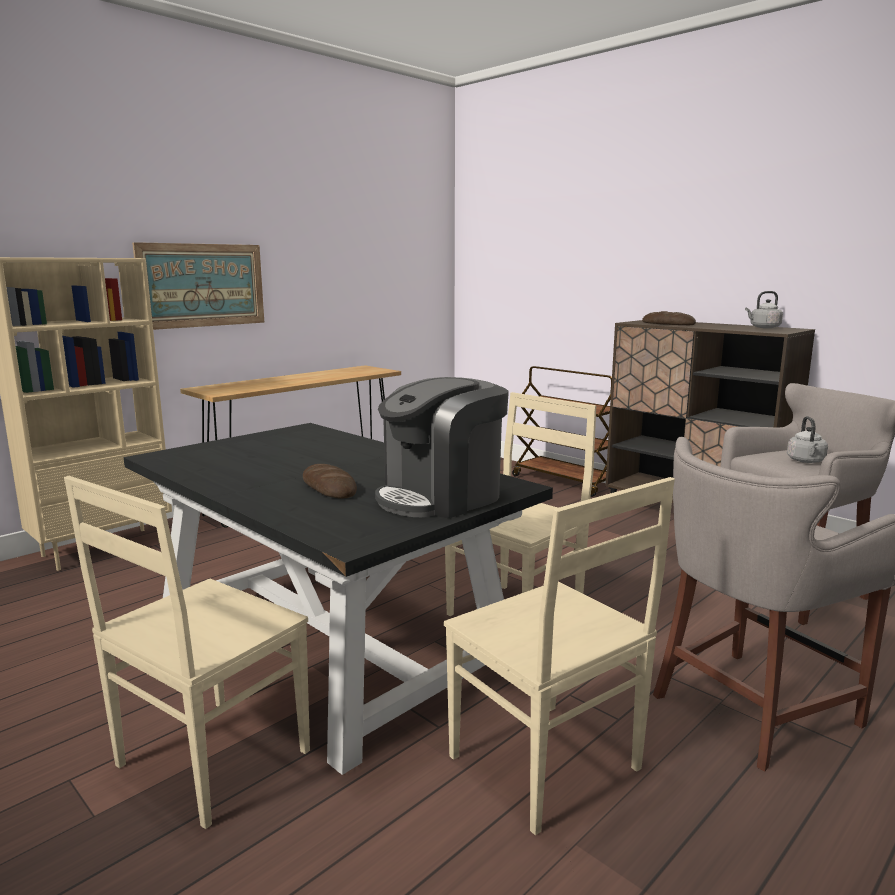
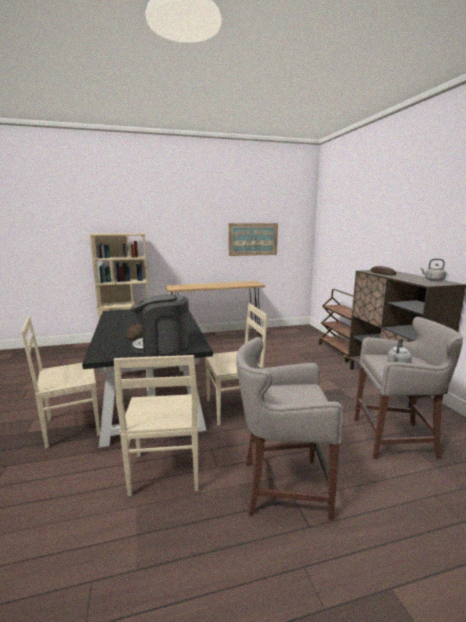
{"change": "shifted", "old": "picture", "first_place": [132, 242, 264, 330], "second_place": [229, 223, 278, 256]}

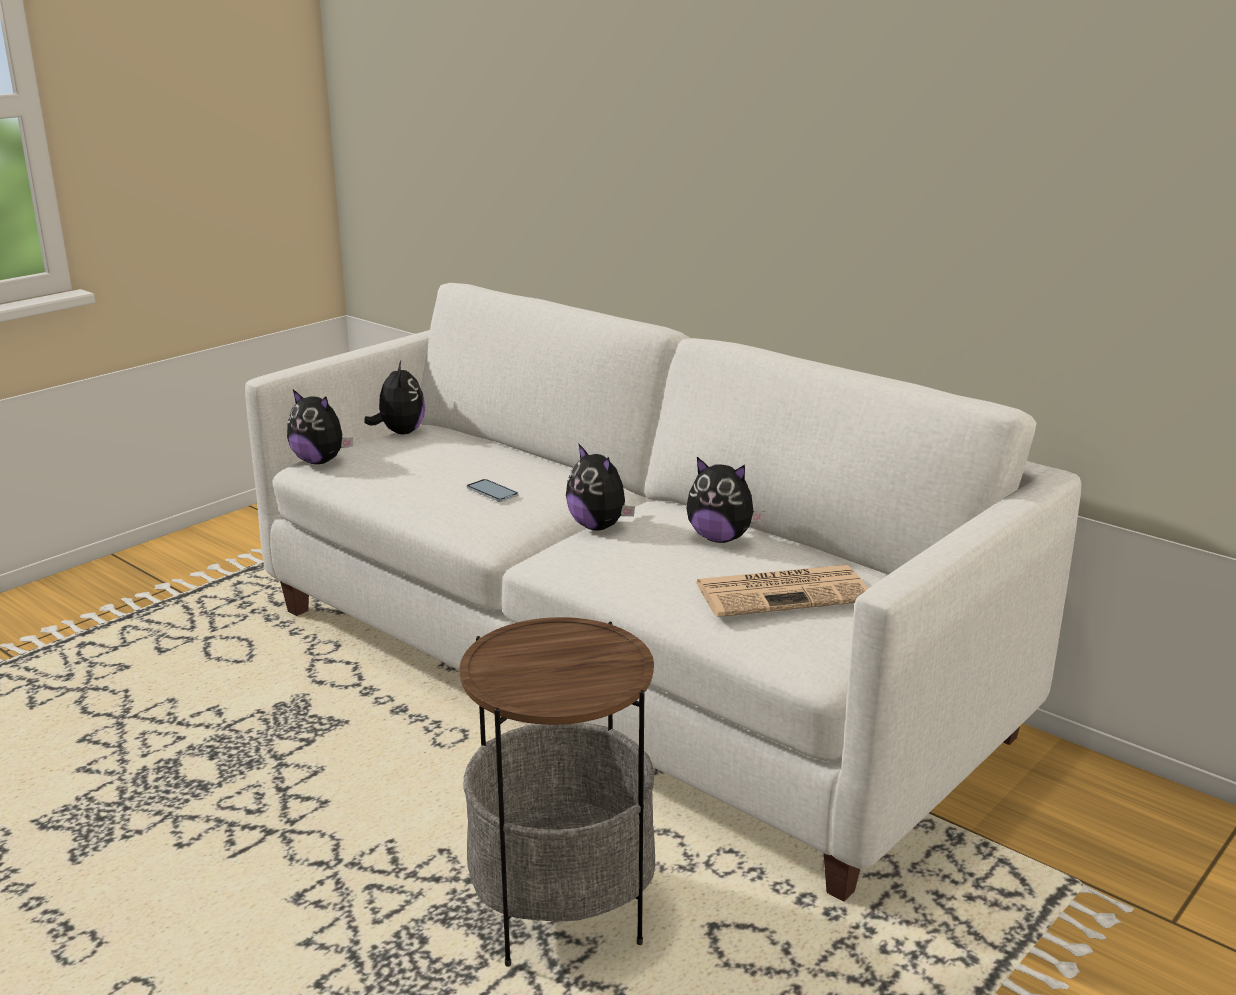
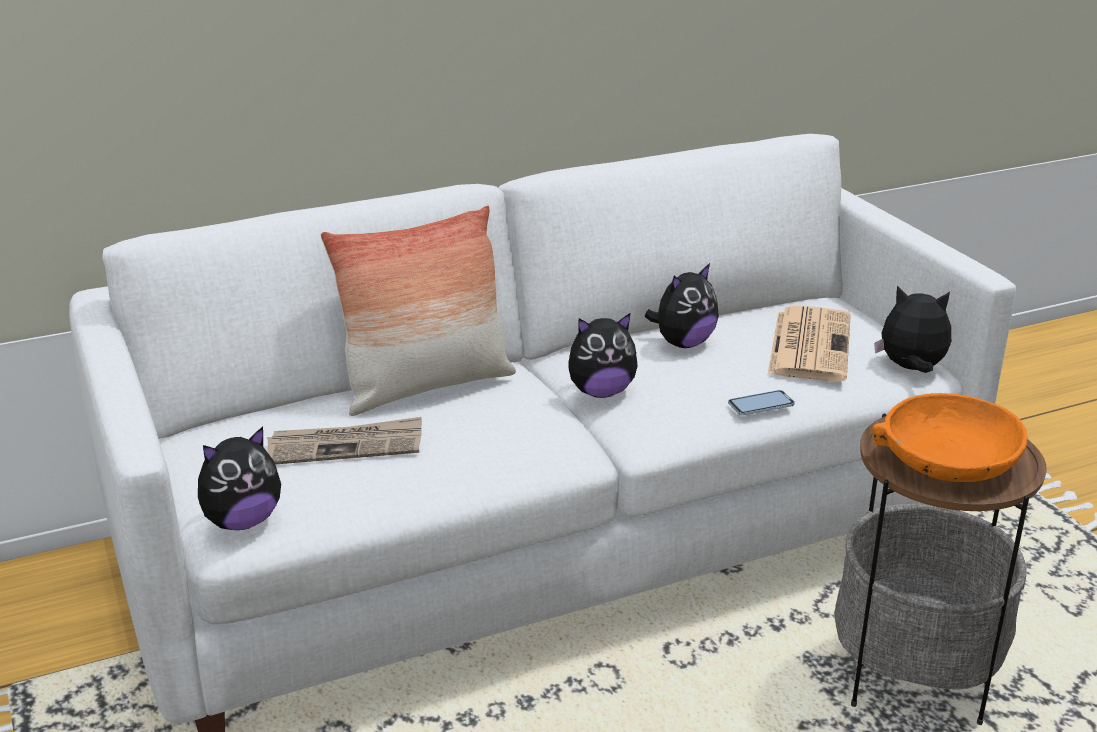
{"change": "new", "new": "newspaper", "second_place": [267, 417, 422, 464]}
{"change": "new", "new": "pillow", "second_place": [321, 206, 516, 416]}
{"change": "new", "new": "bowl (orange)", "second_place": [872, 393, 1028, 482]}
{"change": "shifted", "old": "plush toy", "first_place": [364, 361, 425, 434], "second_place": [874, 286, 951, 373]}
{"change": "shifted", "old": "phone", "first_place": [467, 479, 519, 502], "second_place": [728, 390, 795, 416]}

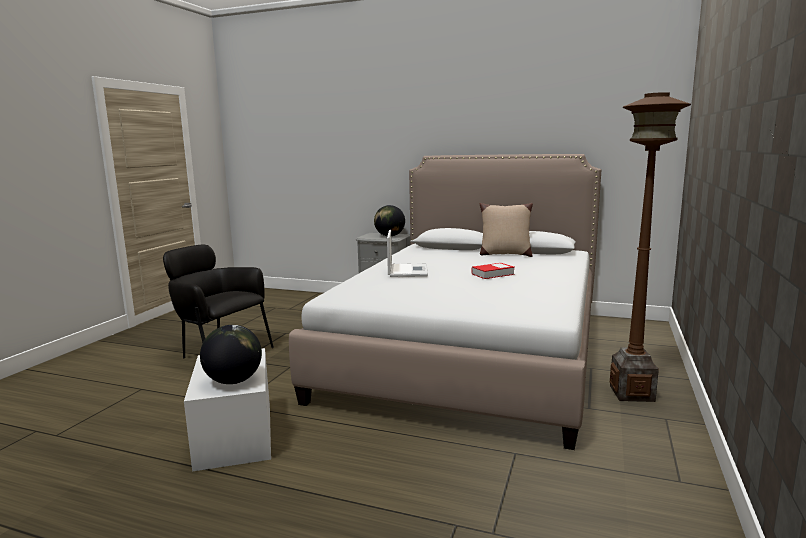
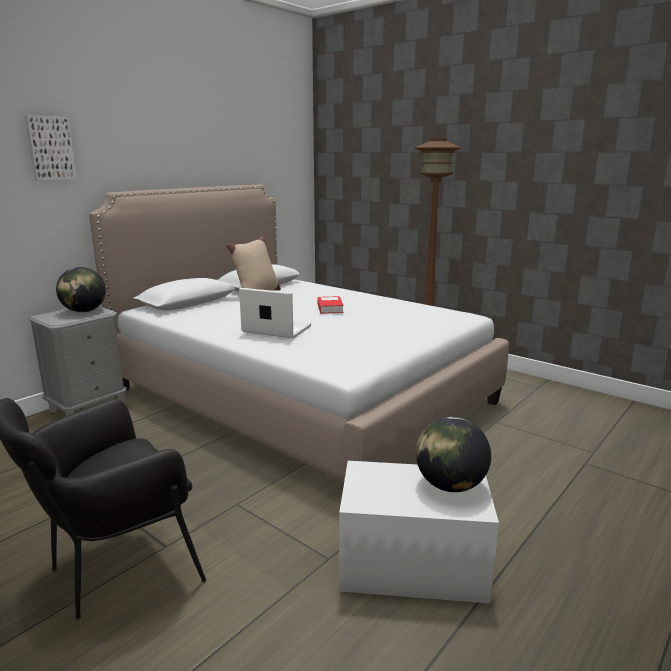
{"change": "new", "new": "picture", "second_place": [24, 115, 77, 181]}

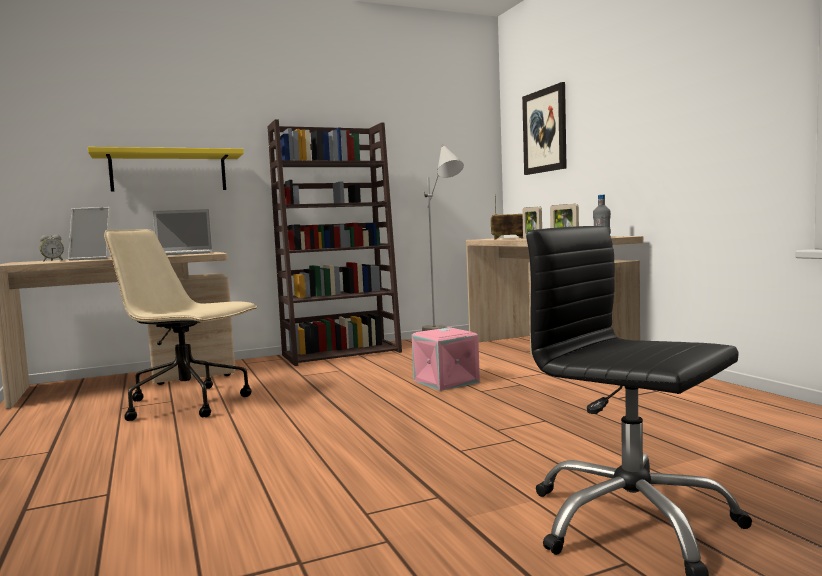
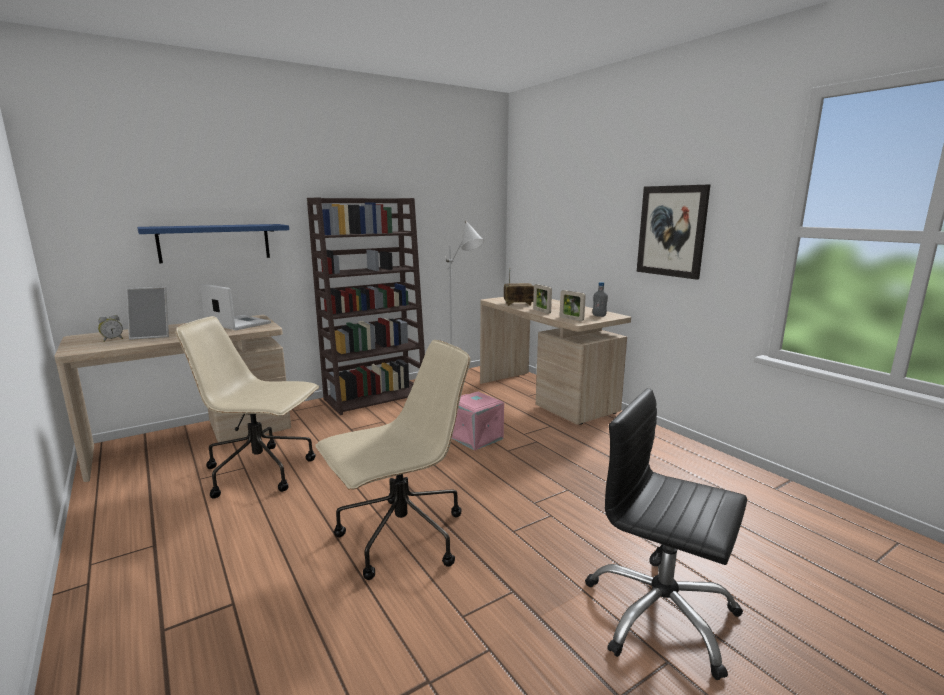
{"change": "new", "new": "office chair (beige)", "second_place": [315, 340, 471, 580]}
{"change": "shifted", "old": "picture", "first_place": [522, 82, 567, 175], "second_place": [637, 185, 710, 280]}
{"change": "repainted", "old": "shelf (yellow)", "new": "shelf (blue)", "first_place": [88, 147, 244, 192], "second_place": [137, 224, 289, 263]}
{"change": "rotated", "old": "laptop", "first_place": [153, 209, 212, 255], "second_place": [200, 284, 271, 330], "degrees": -120}

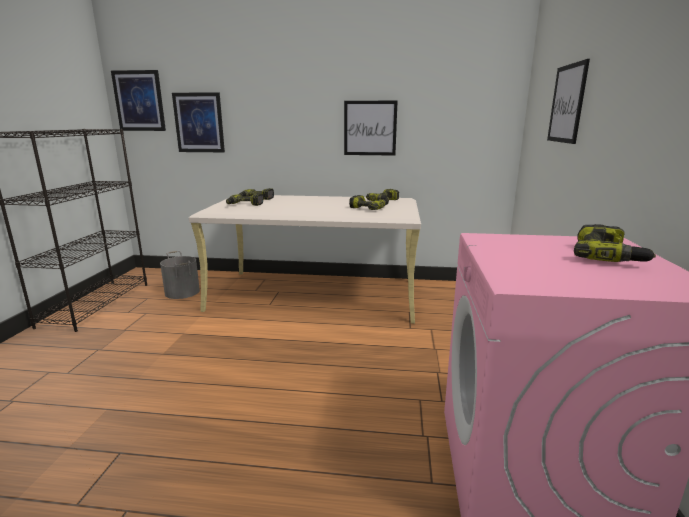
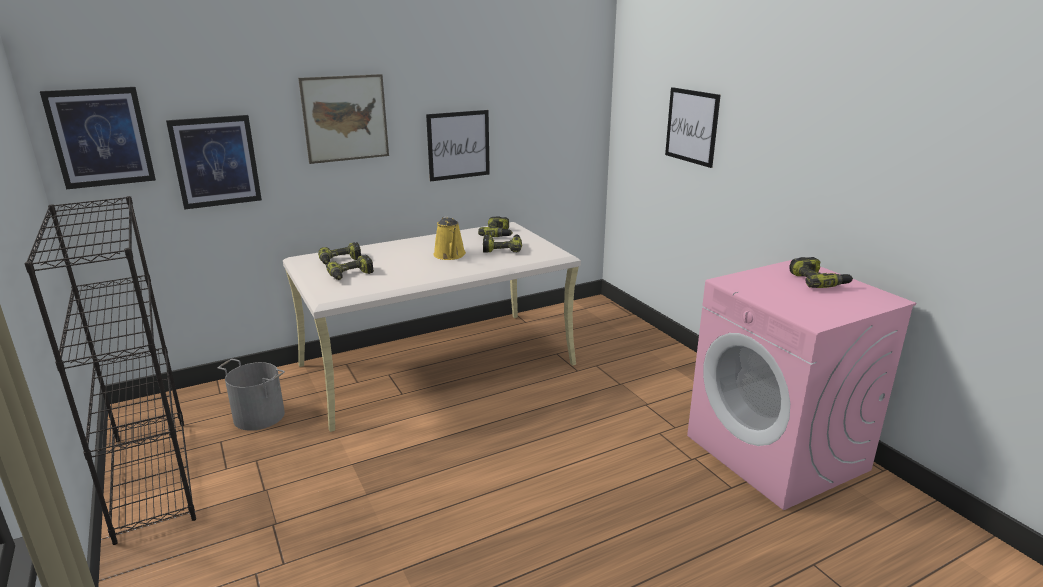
{"change": "new", "new": "picture", "second_place": [298, 74, 389, 164]}
{"change": "new", "new": "watering can (yellow)", "second_place": [433, 216, 466, 260]}

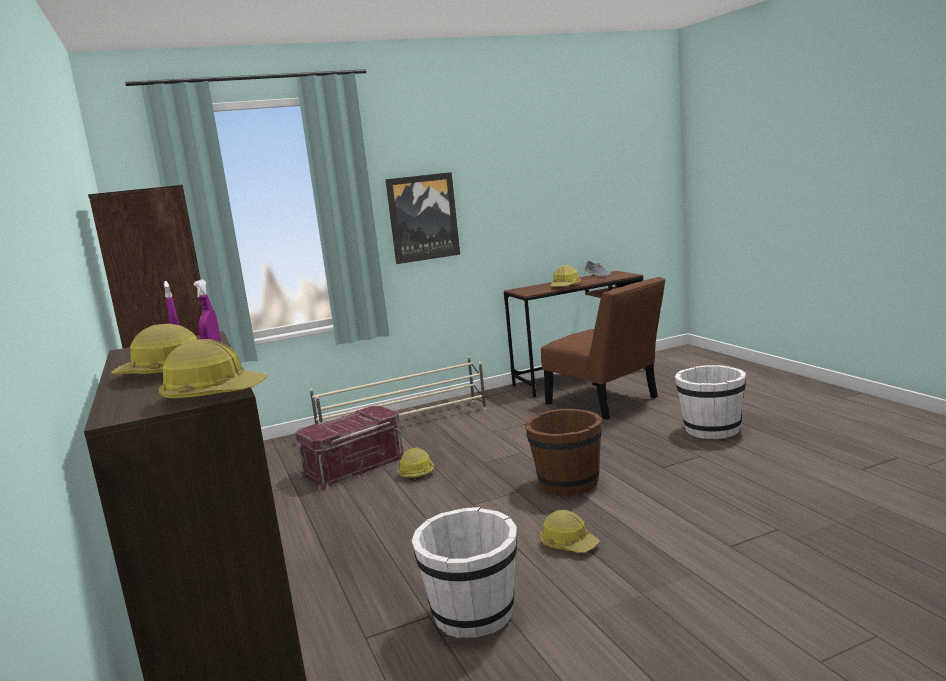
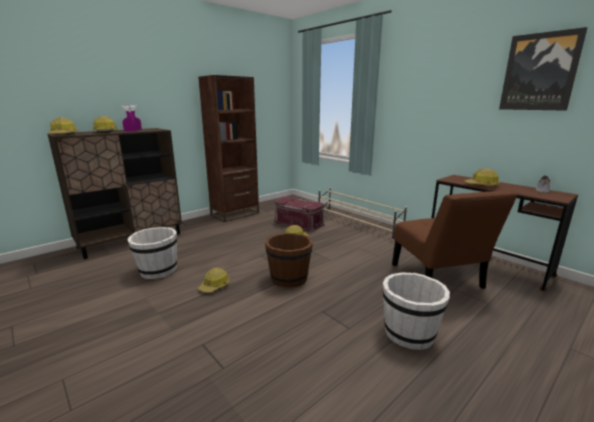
{"change": "shifted", "old": "picture", "first_place": [385, 172, 460, 264], "second_place": [499, 27, 588, 111]}
{"change": "rotated", "old": "chair (brown)", "first_place": [541, 277, 665, 420], "second_place": [392, 190, 518, 289], "degrees": -45}

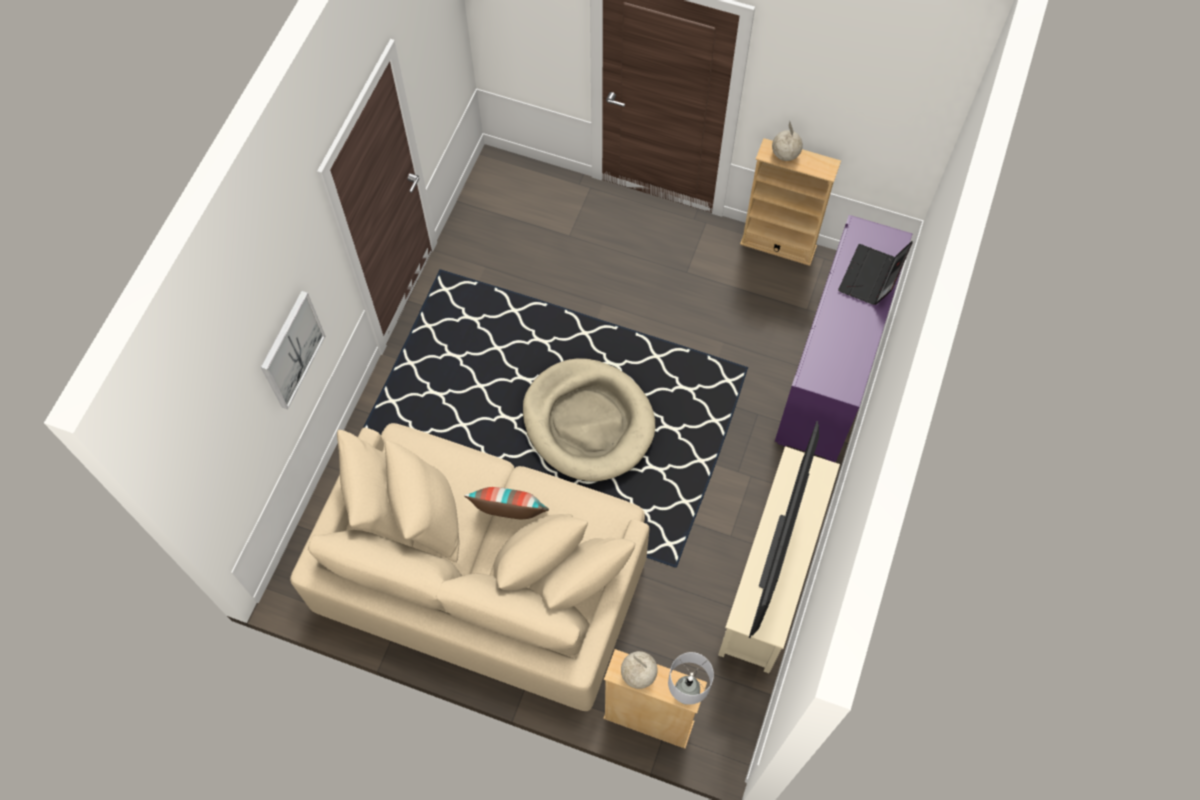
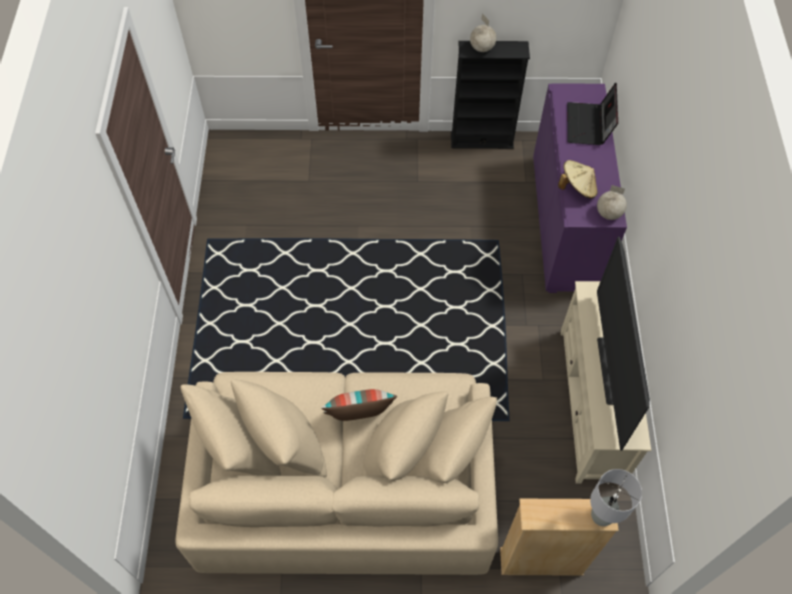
{"change": "gone", "old": "picture", "first_place": [261, 291, 325, 409]}
{"change": "gone", "old": "dog bed (beige)", "first_place": [522, 358, 655, 482]}
{"change": "new", "new": "hat (beige)", "second_place": [558, 160, 597, 199]}
{"change": "shifted", "old": "globe", "first_place": [621, 651, 658, 689], "second_place": [597, 185, 627, 220]}
{"change": "repainted", "old": "bookcase (beige)", "new": "bookcase (black)", "first_place": [740, 138, 841, 266], "second_place": [451, 41, 530, 149]}

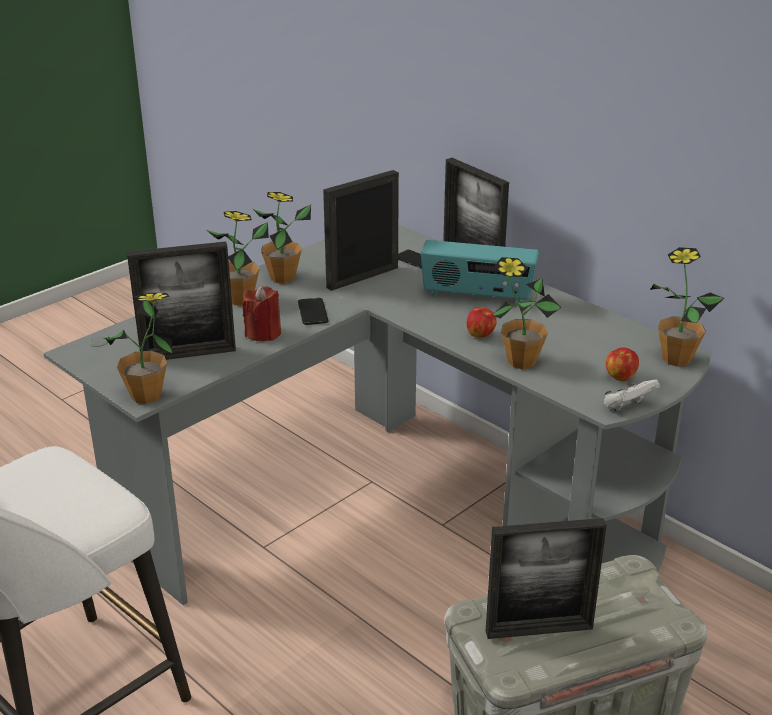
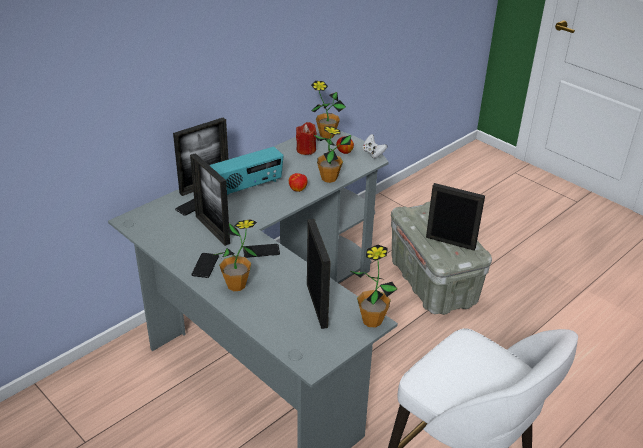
{"change": "shifted", "old": "candle (red)", "first_place": [242, 286, 281, 342], "second_place": [296, 122, 316, 155]}
{"change": "swapped", "old": "potted plant", "new": "phone", "first_place": [253, 192, 311, 283], "second_place": [191, 253, 219, 278]}
{"change": "rotated", "old": "radio", "first_place": [420, 240, 539, 303], "second_place": [210, 147, 284, 196], "degrees": 45}
{"change": "rotated", "old": "picture frame", "first_place": [486, 518, 607, 639], "second_place": [426, 183, 485, 251], "degrees": -60}

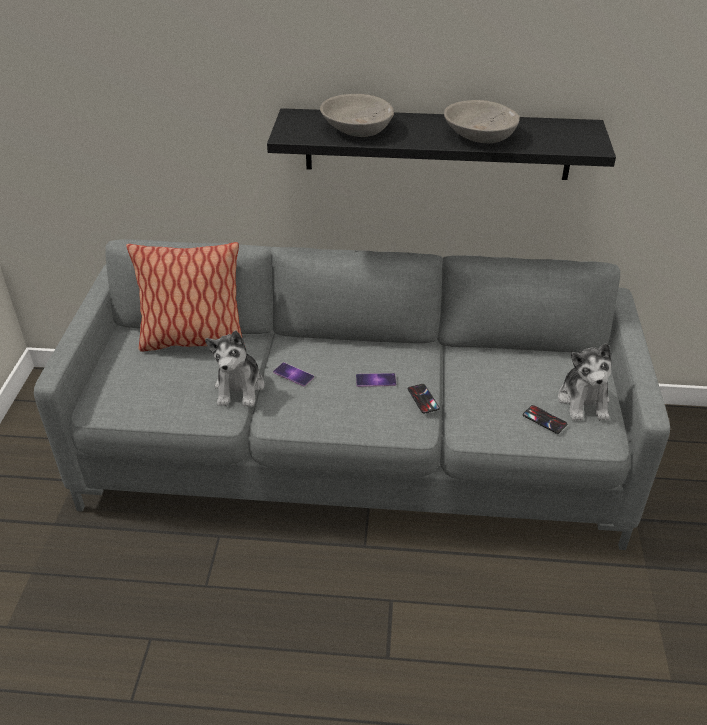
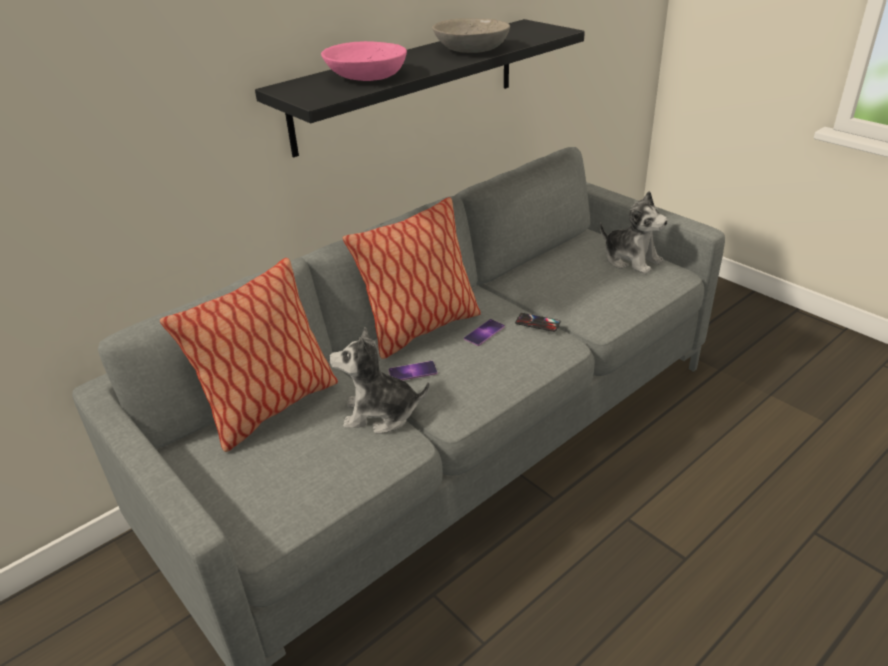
{"change": "gone", "old": "phone", "first_place": [523, 405, 567, 434]}
{"change": "new", "new": "pillow", "second_place": [343, 197, 481, 359]}
{"change": "repainted", "old": "bowl (grey)", "new": "bowl (pink)", "first_place": [320, 94, 394, 137], "second_place": [321, 41, 407, 81]}
{"change": "rotated", "old": "plush toy", "first_place": [205, 330, 264, 407], "second_place": [329, 327, 430, 434], "degrees": 135}

